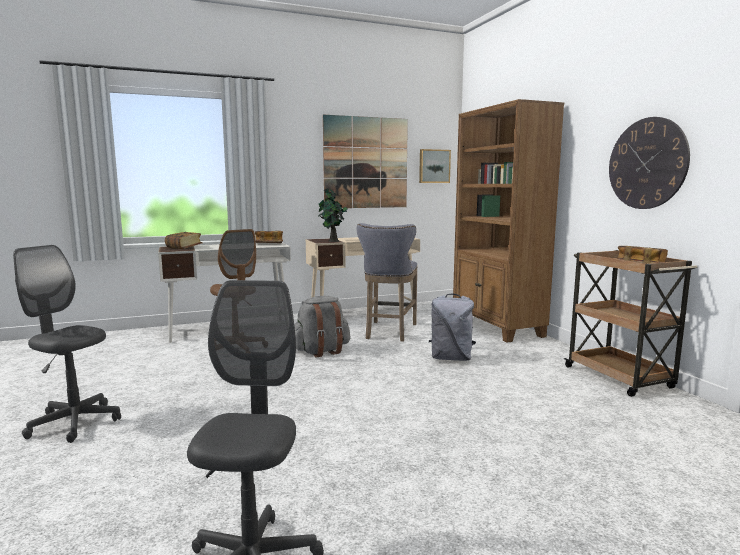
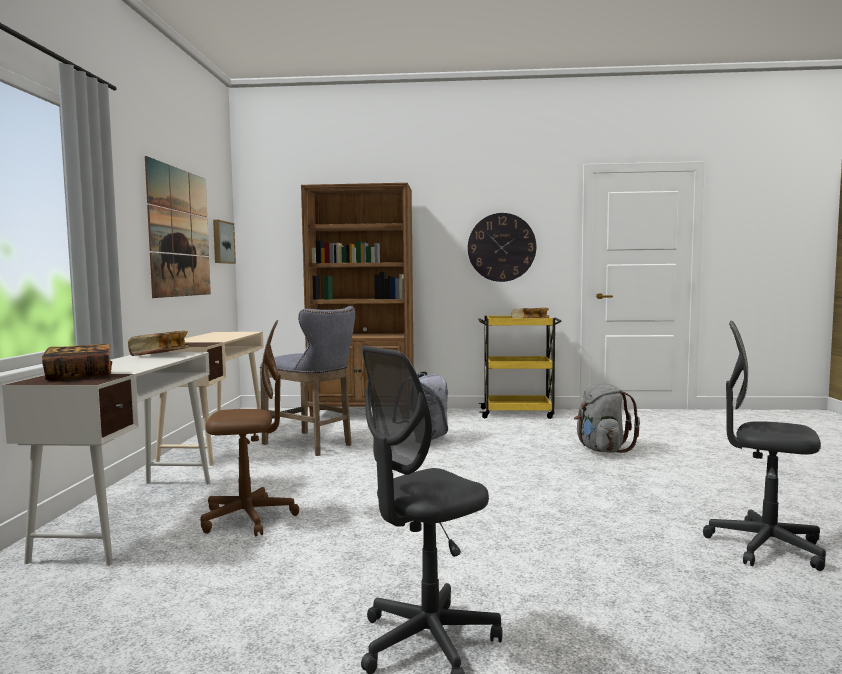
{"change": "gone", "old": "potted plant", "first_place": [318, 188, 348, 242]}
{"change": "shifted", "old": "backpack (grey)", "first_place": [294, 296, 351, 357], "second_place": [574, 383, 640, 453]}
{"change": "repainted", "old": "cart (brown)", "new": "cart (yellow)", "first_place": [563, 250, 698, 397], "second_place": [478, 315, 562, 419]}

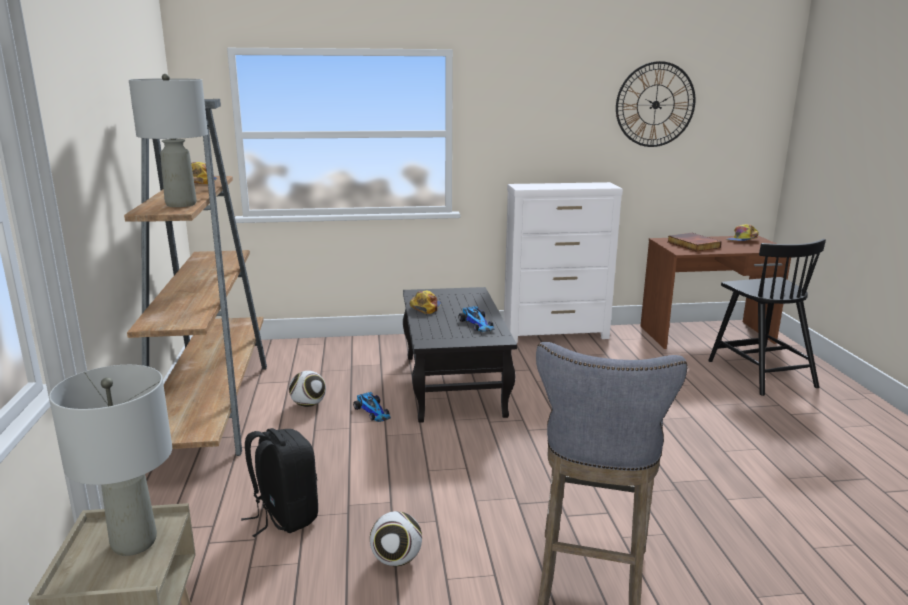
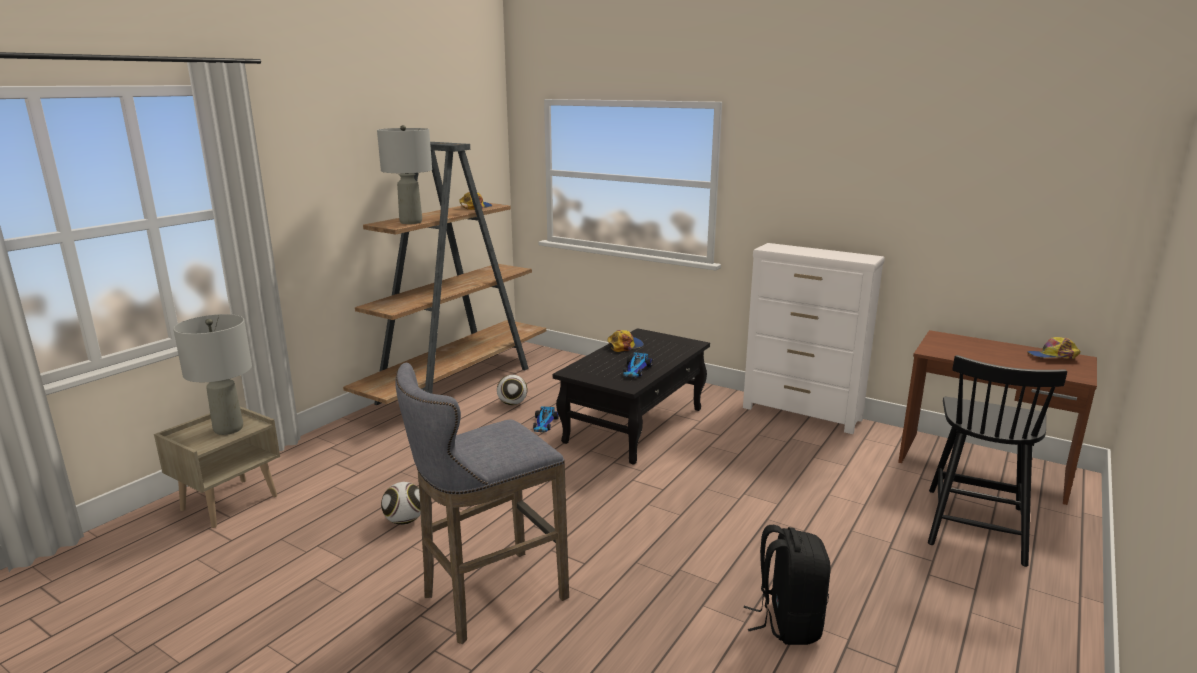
{"change": "gone", "old": "wall clock", "first_place": [616, 61, 695, 147]}
{"change": "gone", "old": "book", "first_place": [668, 233, 722, 252]}
{"change": "shifted", "old": "backpack (black)", "first_place": [241, 428, 318, 537], "second_place": [744, 525, 831, 645]}

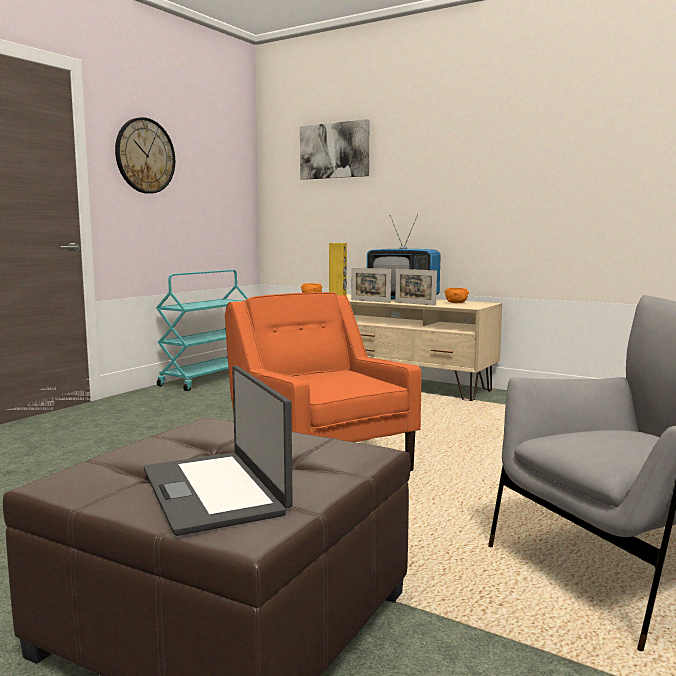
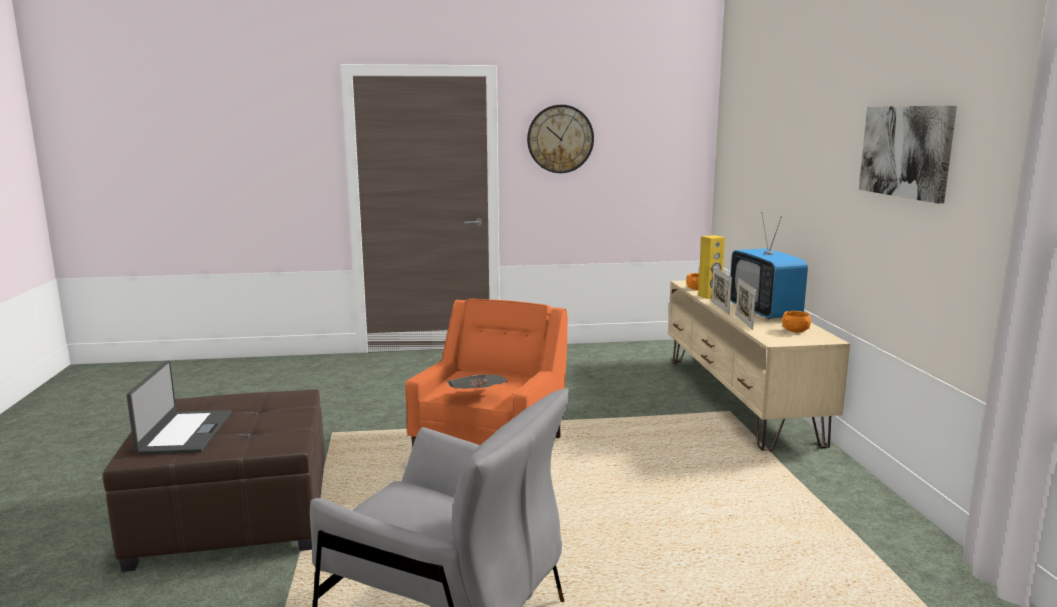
{"change": "gone", "old": "cart (turquoise)", "first_place": [156, 270, 248, 391]}
{"change": "new", "new": "newspaper", "second_place": [446, 374, 508, 389]}
{"change": "shifted", "old": "picture", "first_place": [300, 119, 370, 180], "second_place": [859, 105, 957, 203]}
{"change": "rotated", "old": "laptop", "first_place": [144, 366, 293, 536], "second_place": [127, 360, 232, 455], "degrees": 150}

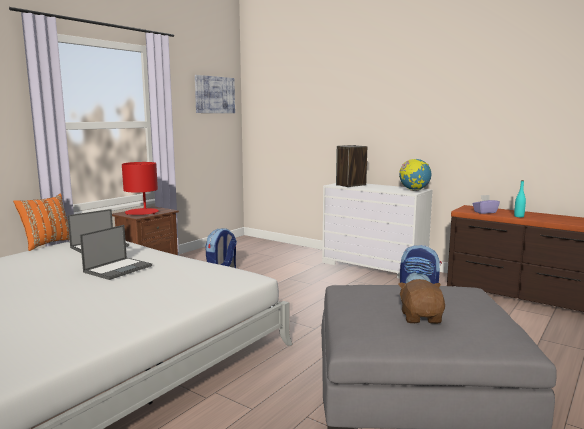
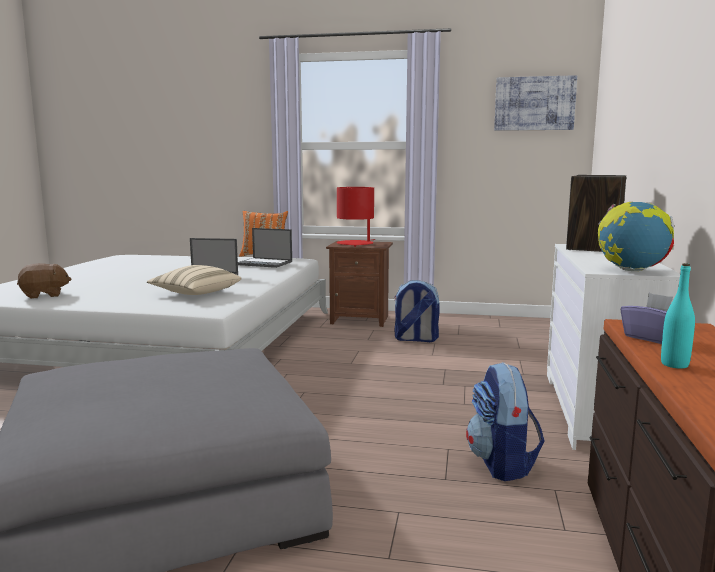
{"change": "new", "new": "pillow (beige)", "second_place": [147, 265, 241, 295]}
{"change": "shifted", "old": "plush toy (brown)", "first_place": [398, 279, 445, 324], "second_place": [17, 263, 72, 299]}

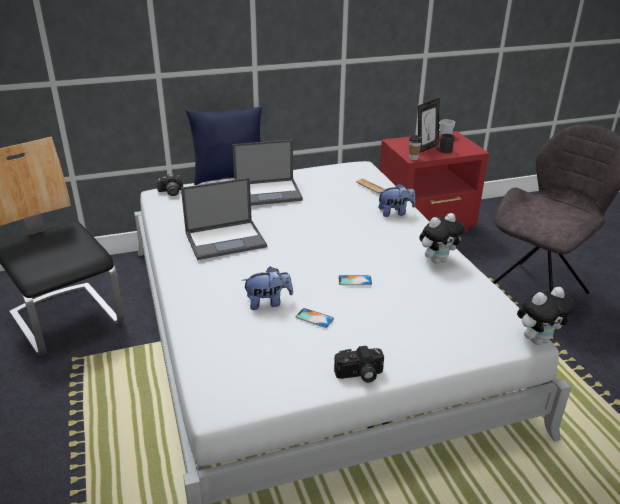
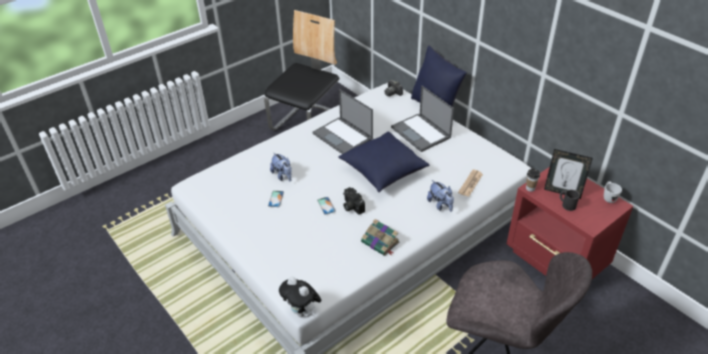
{"change": "new", "new": "pillow (blue)", "second_place": [338, 131, 430, 192]}
{"change": "shifted", "old": "photo camera", "first_place": [334, 346, 384, 383], "second_place": [343, 187, 365, 215]}
{"change": "swapped", "old": "plush toy", "new": "book", "first_place": [419, 213, 465, 264], "second_place": [361, 219, 399, 256]}

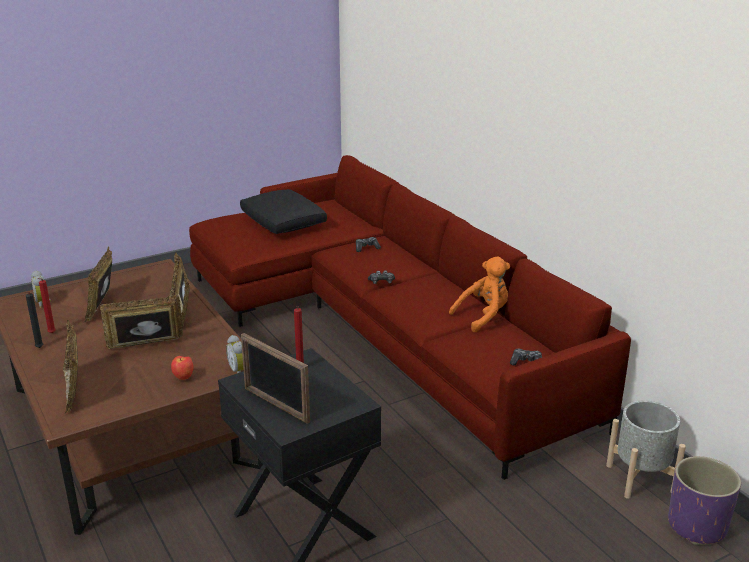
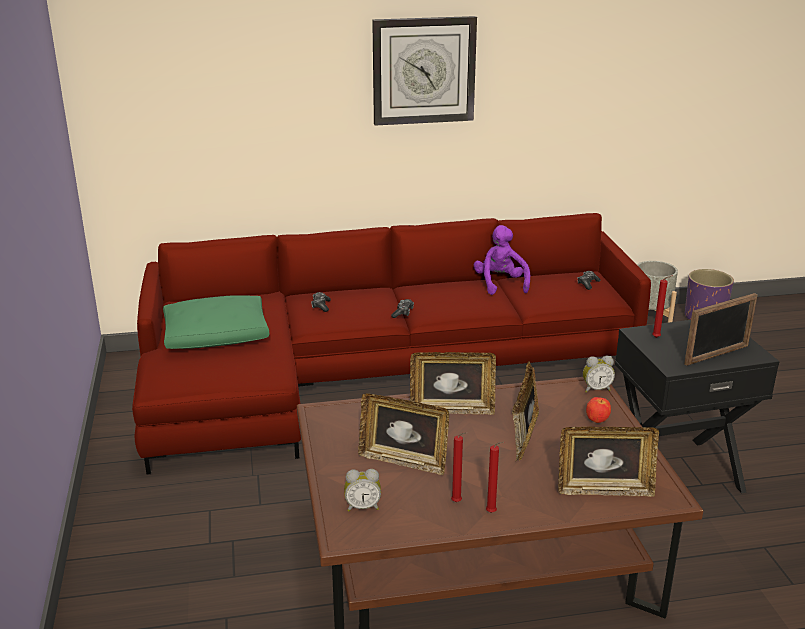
{"change": "new", "new": "wall clock", "second_place": [372, 16, 477, 126]}
{"change": "repainted", "old": "candle (black)", "new": "candle (red)", "first_place": [26, 292, 43, 348], "second_place": [486, 442, 504, 513]}
{"change": "repainted", "old": "pillow (black)", "new": "pillow (green)", "first_place": [240, 189, 327, 234], "second_place": [163, 295, 269, 349]}
{"change": "repainted", "old": "plush toy (orange)", "new": "plush toy (purple)", "first_place": [449, 256, 510, 332], "second_place": [474, 225, 530, 295]}

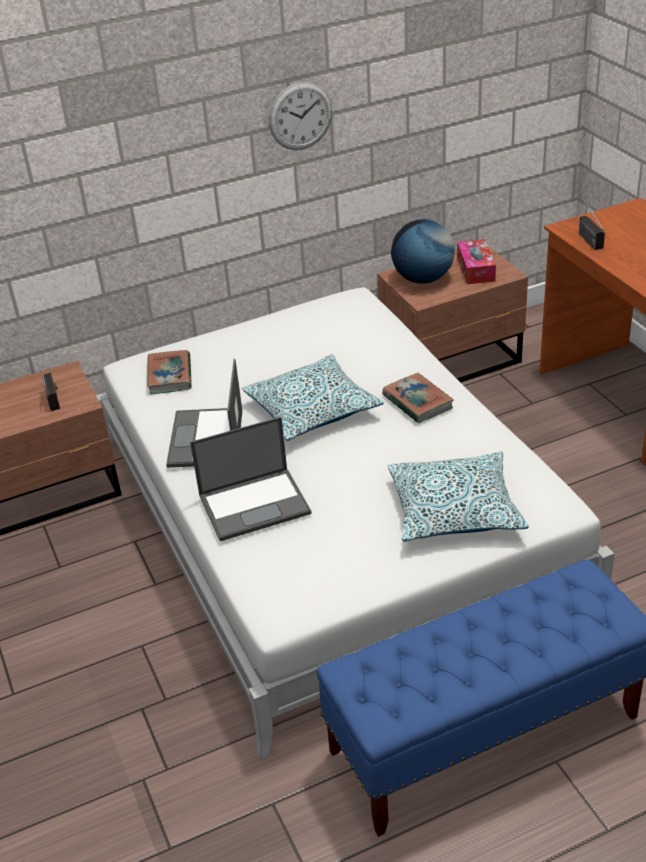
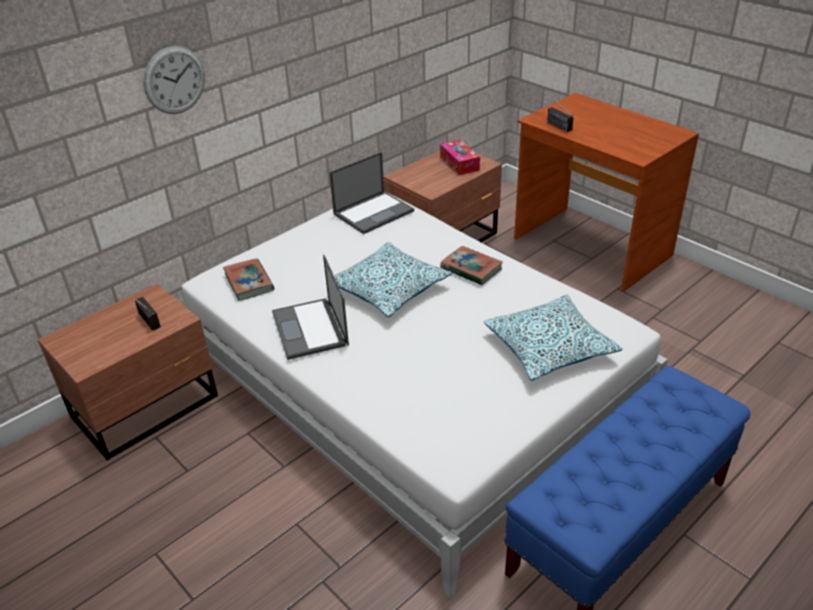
{"change": "gone", "old": "globe", "first_place": [391, 219, 455, 284]}
{"change": "shifted", "old": "laptop", "first_place": [190, 417, 312, 541], "second_place": [329, 152, 414, 234]}
{"change": "shifted", "old": "wall clock", "first_place": [269, 82, 332, 150], "second_place": [143, 46, 205, 114]}

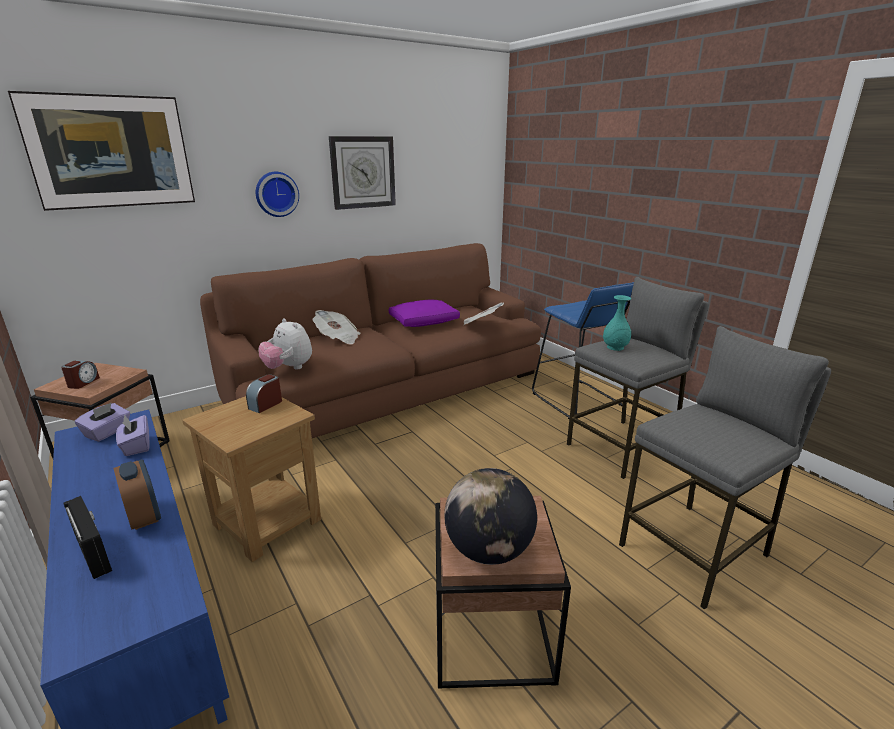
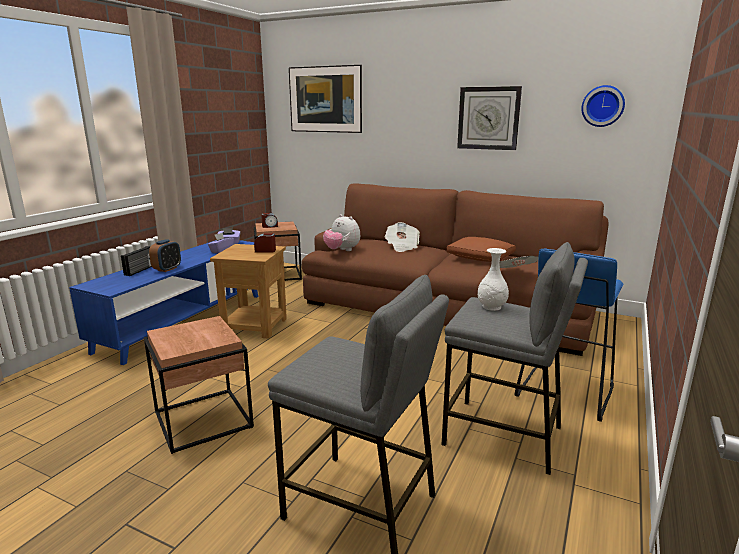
{"change": "gone", "old": "globe", "first_place": [444, 468, 537, 565]}
{"change": "shifted", "old": "wall clock", "first_place": [256, 172, 299, 217], "second_place": [581, 85, 625, 127]}
{"change": "repainted", "old": "pillow (purple)", "new": "pillow (brown)", "first_place": [389, 300, 460, 327], "second_place": [446, 237, 516, 262]}
{"change": "repainted", "old": "vase (turquoise)", "new": "vase (white)", "first_place": [603, 295, 631, 351], "second_place": [478, 248, 509, 311]}
{"change": "rotated", "old": "plush toy", "first_place": [259, 318, 312, 369], "second_place": [323, 214, 360, 251], "degrees": -60}

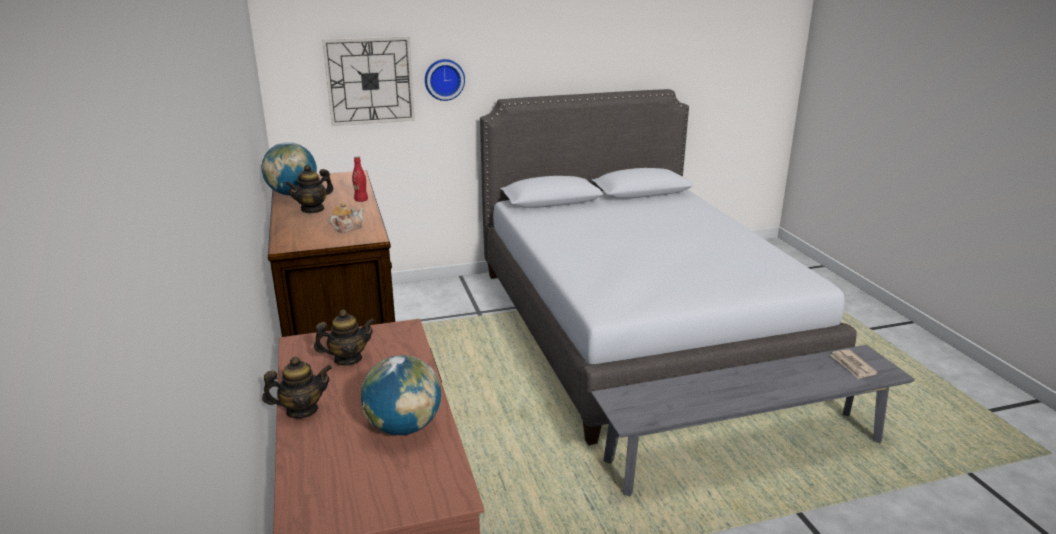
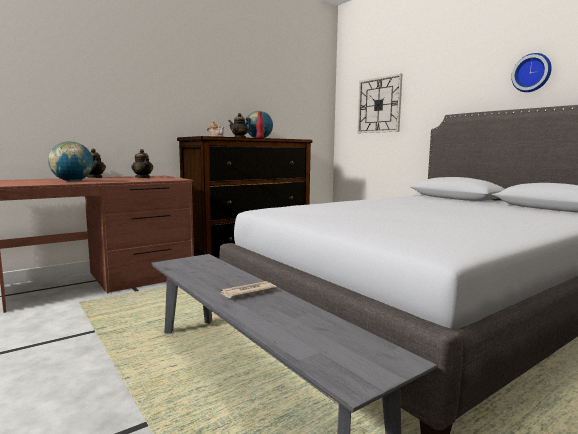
{"change": "shifted", "old": "wall clock", "first_place": [425, 59, 465, 101], "second_place": [511, 53, 552, 92]}
{"change": "shifted", "old": "newspaper", "first_place": [830, 349, 878, 379], "second_place": [219, 281, 277, 298]}

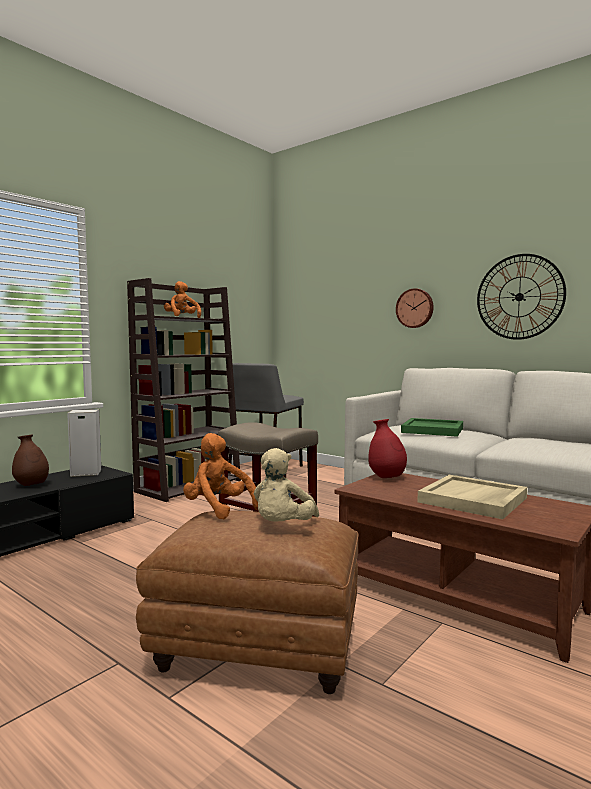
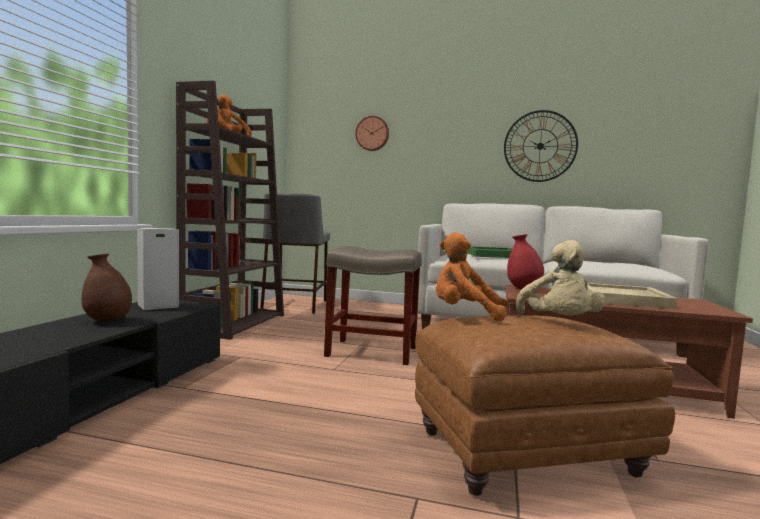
{"change": "shifted", "old": "wall clock", "first_place": [396, 288, 434, 328], "second_place": [355, 116, 389, 151]}

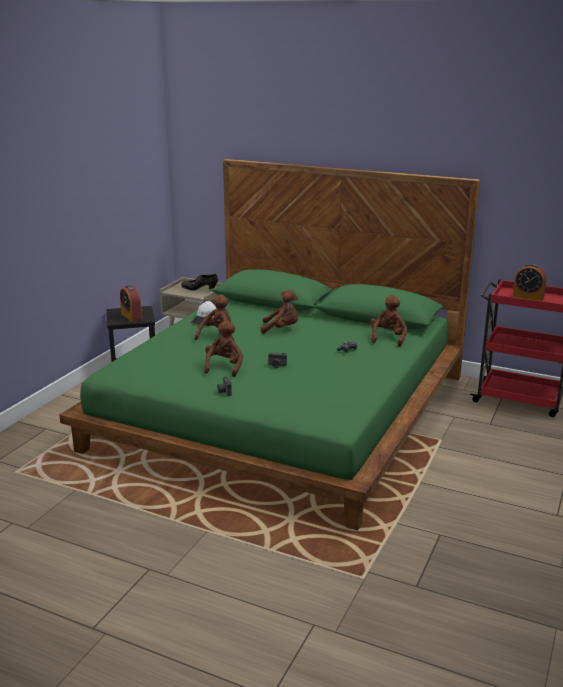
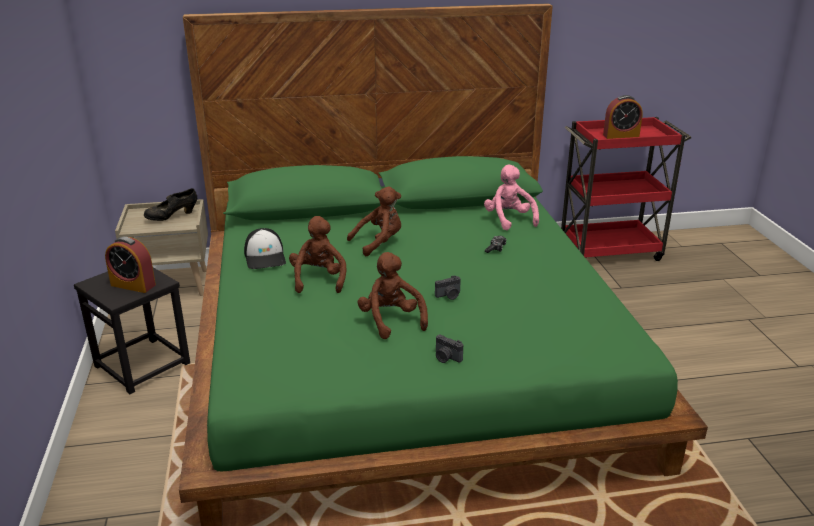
{"change": "repainted", "old": "plush toy (brown)", "new": "plush toy (pink)", "first_place": [370, 295, 407, 347], "second_place": [484, 165, 539, 231]}

